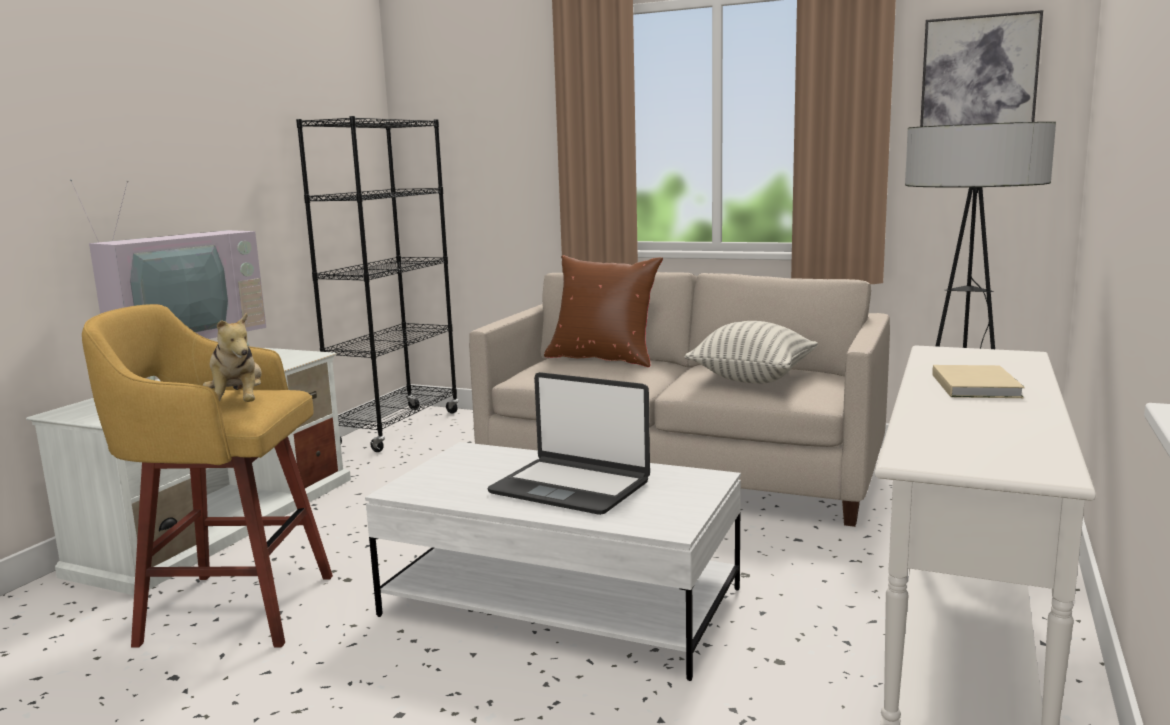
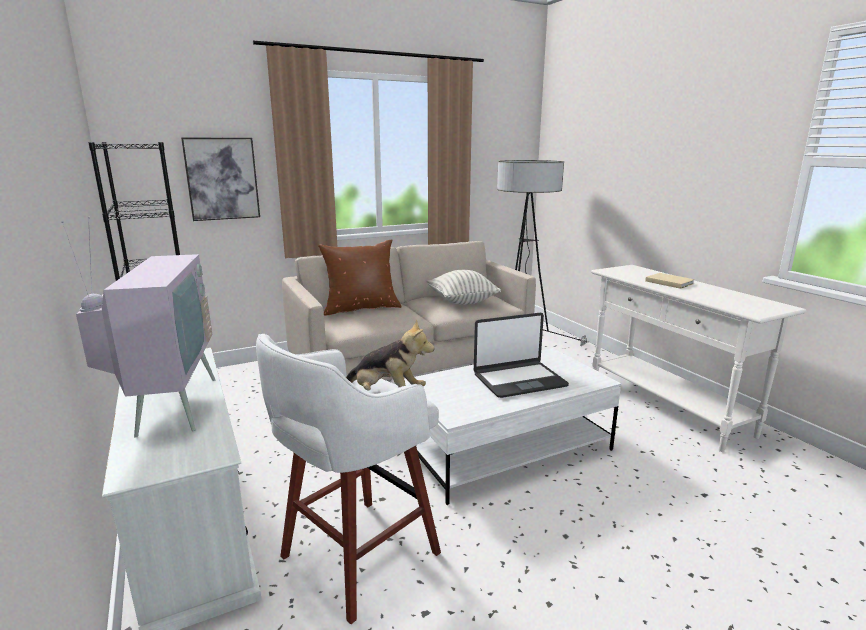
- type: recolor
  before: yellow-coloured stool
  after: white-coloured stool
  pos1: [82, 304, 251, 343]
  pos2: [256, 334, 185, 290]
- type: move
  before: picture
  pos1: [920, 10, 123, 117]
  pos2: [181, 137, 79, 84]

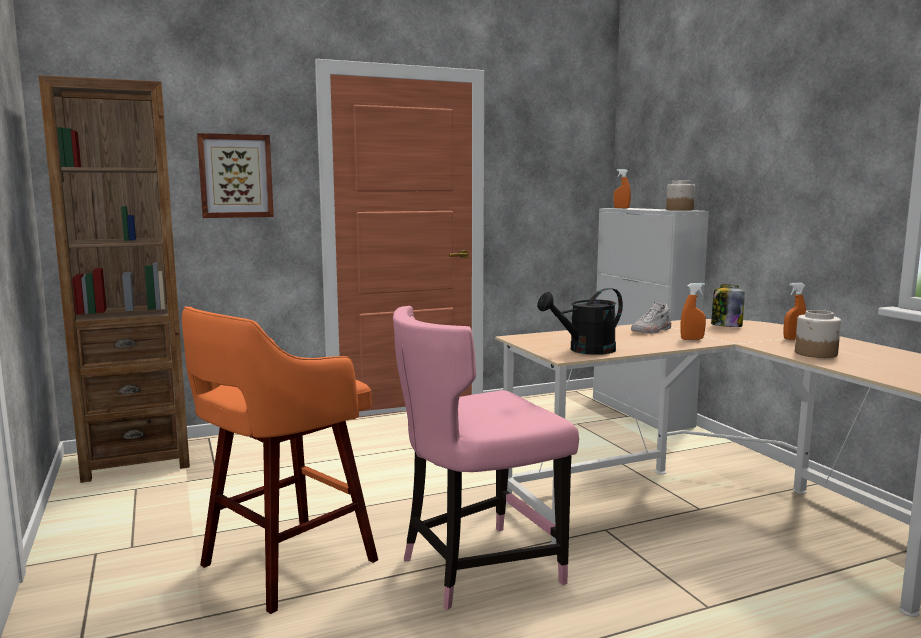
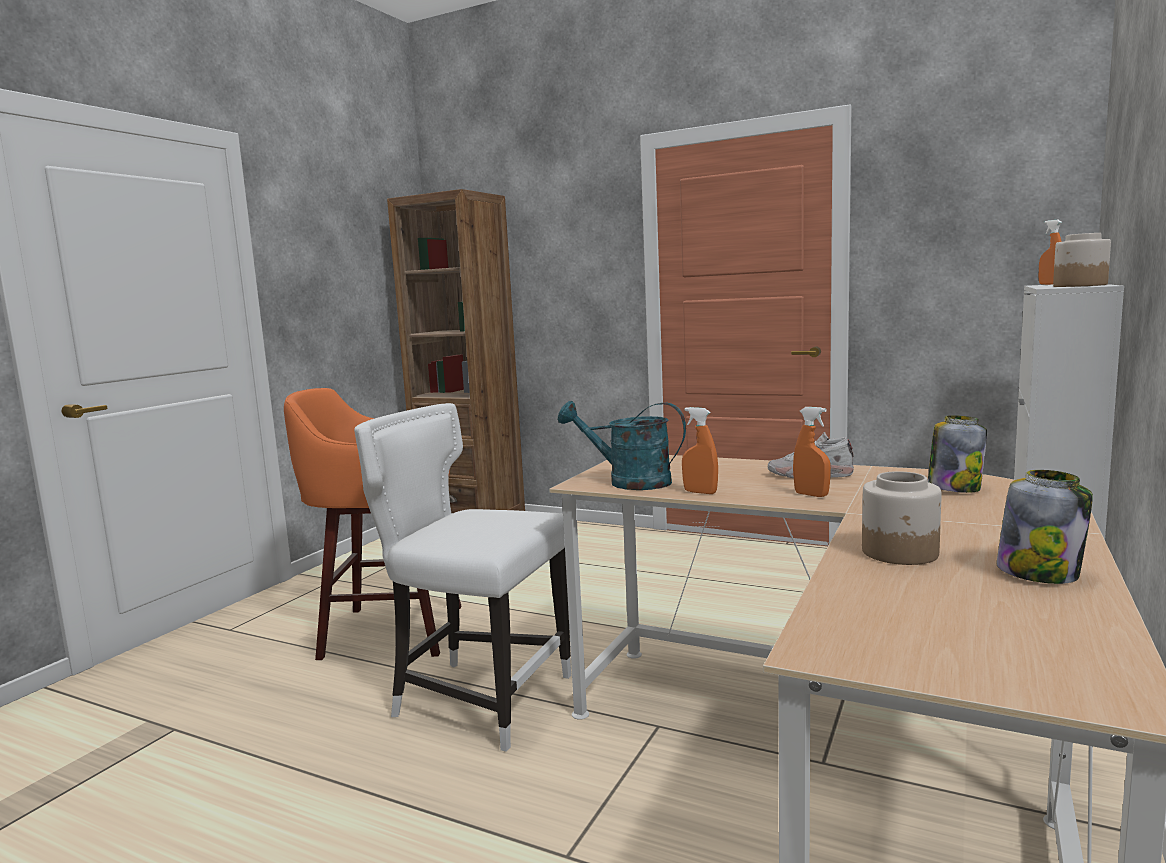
- type: delete
  before: picture
  pos1: [197, 133, 77, 85]
- type: recolor
  before: pink-coloured plain chair
  after: white-coloured plain chair
  pos1: [393, 306, 186, 304]
  pos2: [354, 403, 217, 349]
- type: recolor
  before: black watering pot
  after: turquoise-coloured watering pot
  pos1: [537, 288, 86, 67]
  pos2: [558, 401, 128, 89]
- type: move
  before: orangey sprayer
  pos1: [783, 283, 23, 57]
  pos2: [682, 407, 36, 87]
- type: insert
  after: jar
  pos2: [996, 470, 97, 114]

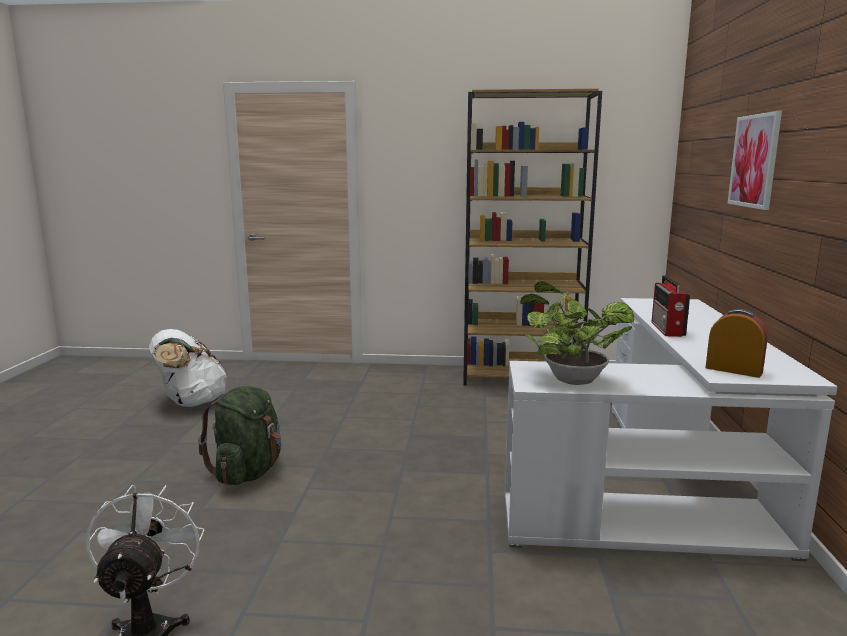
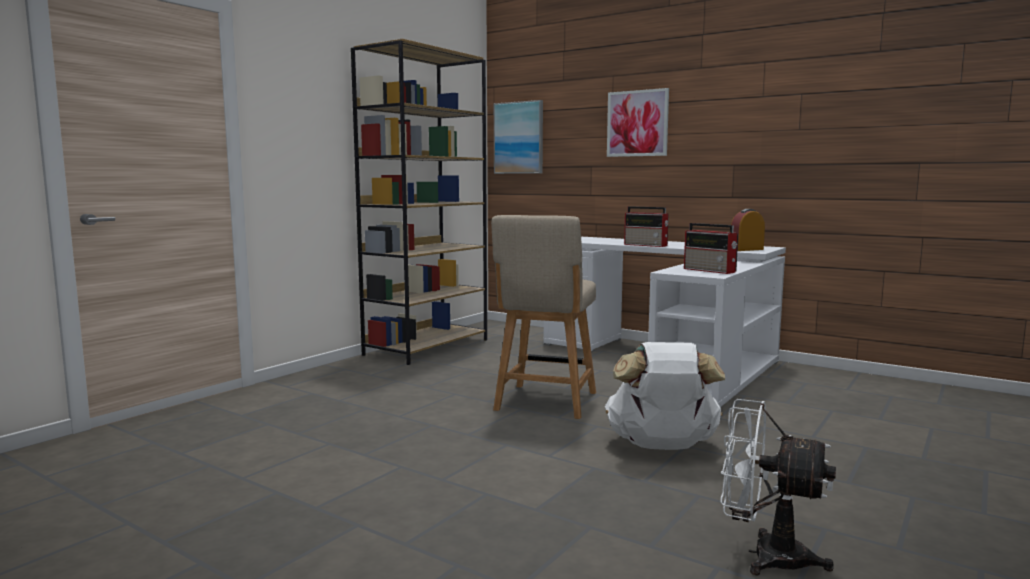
- type: move
  before: white-coloured rucksack
  pos1: [149, 329, 79, 78]
  pos2: [605, 342, 120, 108]
- type: delete
  before: greenish rucksack
  pos1: [198, 386, 84, 99]
- type: replace
  before: houseplant
  after: radio receiver
  pos1: [520, 281, 114, 104]
  pos2: [684, 223, 54, 51]
- type: insert
  after: sand-coloured plain chair
  pos2: [491, 215, 105, 204]
- type: insert
  after: picture
  pos2: [494, 100, 49, 74]

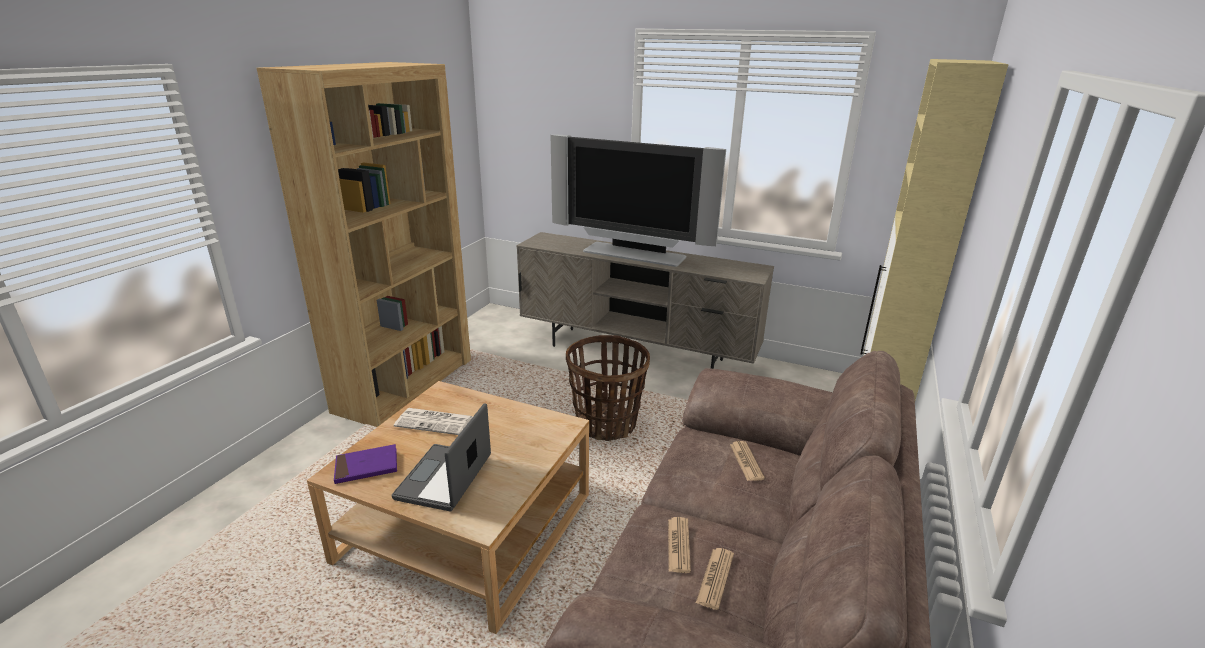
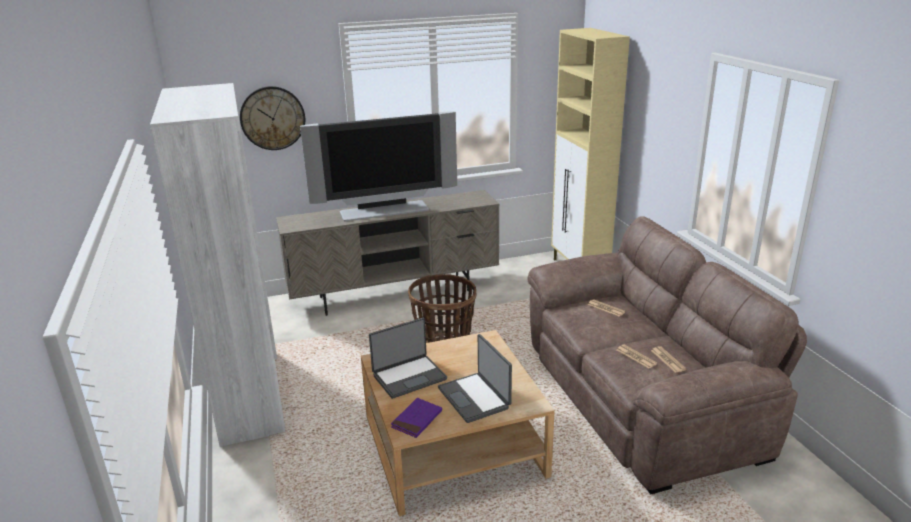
- type: recolor
  before: brown bookshelf
  after: white-coloured bookshelf
  pos1: [256, 62, 215, 365]
  pos2: [150, 83, 136, 364]
- type: replace
  before: daily paper
  after: laptop
  pos1: [394, 408, 79, 27]
  pos2: [369, 318, 78, 81]
- type: insert
  after: hanging clock
  pos2: [240, 86, 65, 64]

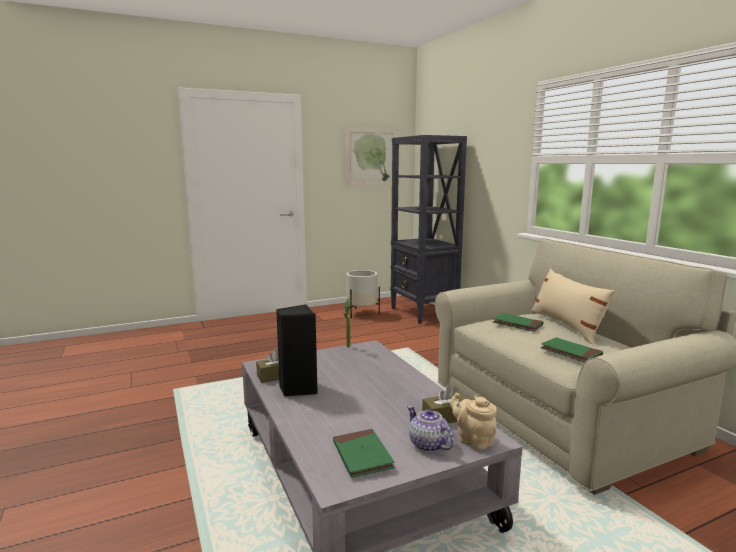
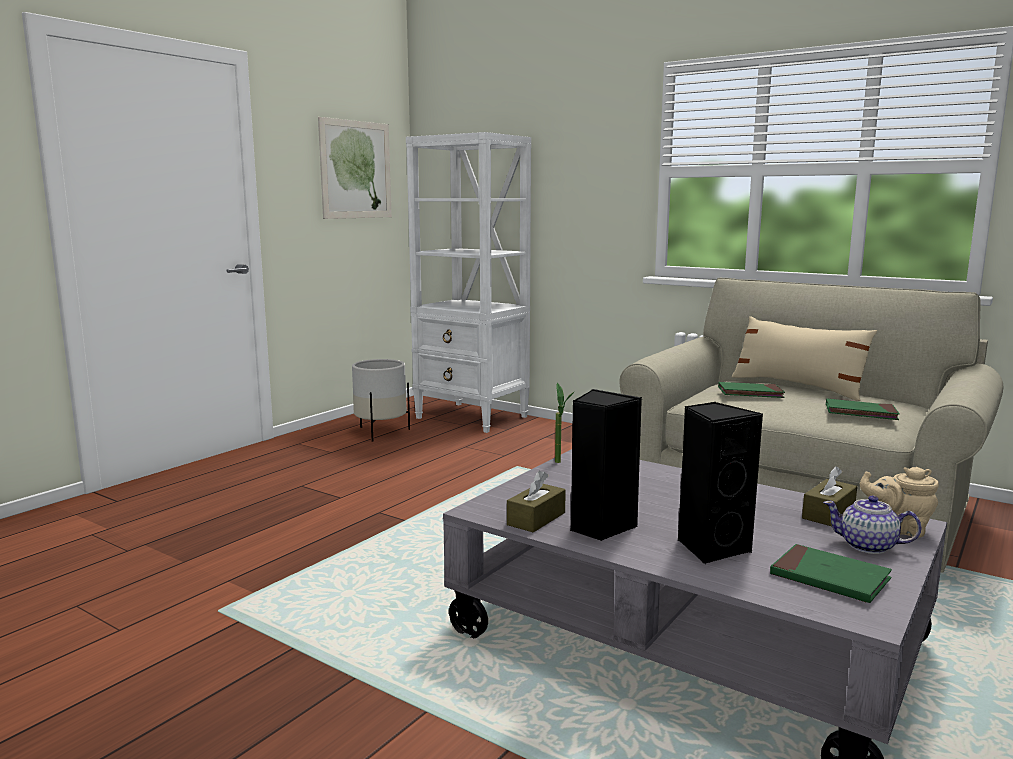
- type: recolor
  before: black bookshelf
  after: white-coloured bookshelf
  pos1: [390, 135, 77, 189]
  pos2: [406, 132, 125, 301]
- type: insert
  after: black speaker
  pos2: [678, 402, 85, 163]

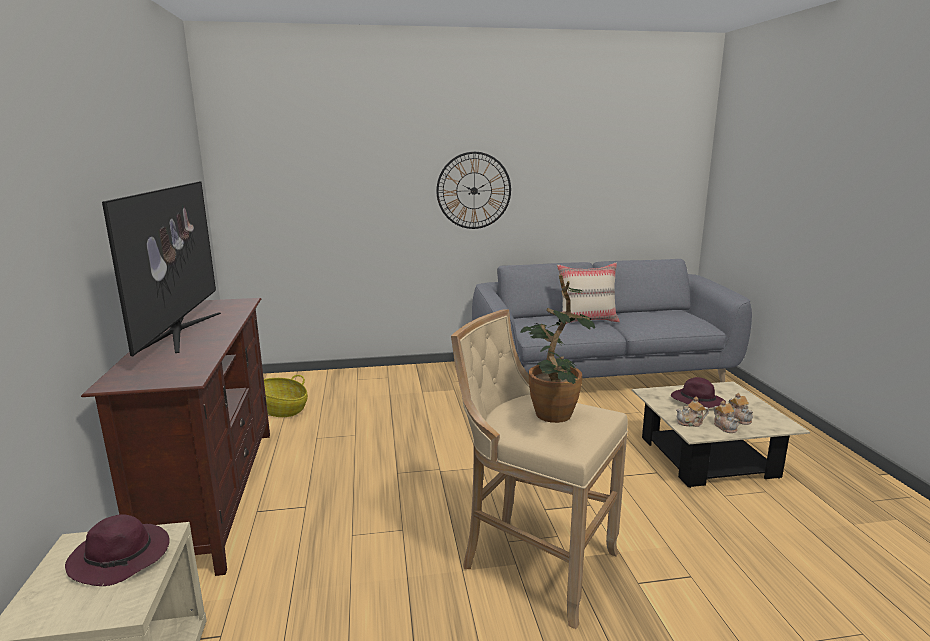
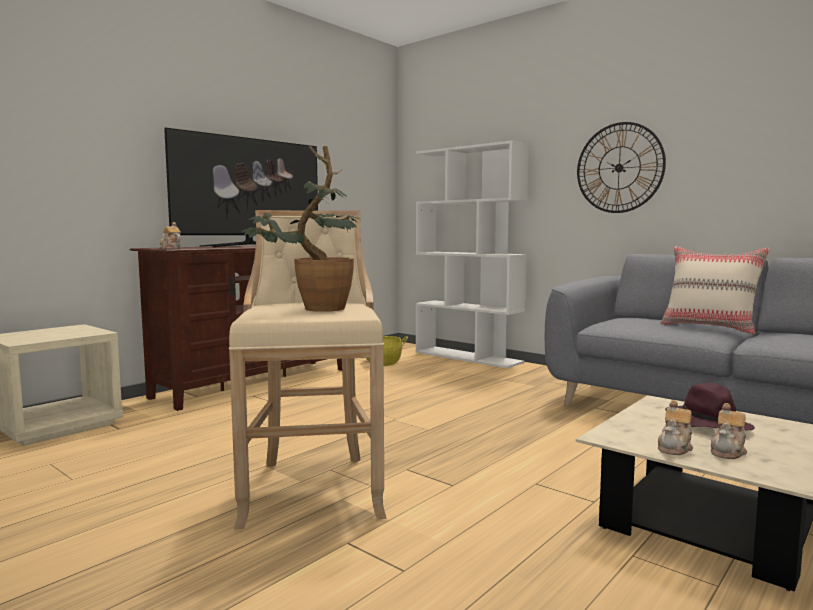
- type: delete
  before: purplish clothing hat
  pos1: [65, 514, 105, 72]
- type: move
  before: tea pot
  pos1: [676, 396, 33, 31]
  pos2: [160, 222, 21, 27]
- type: insert
  after: white-coloured bookshelf
  pos2: [416, 140, 114, 229]

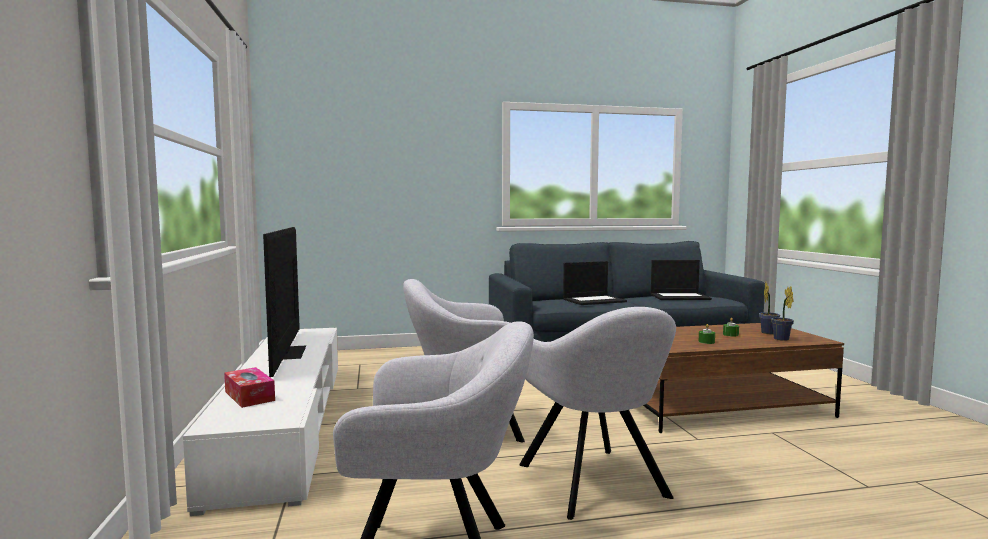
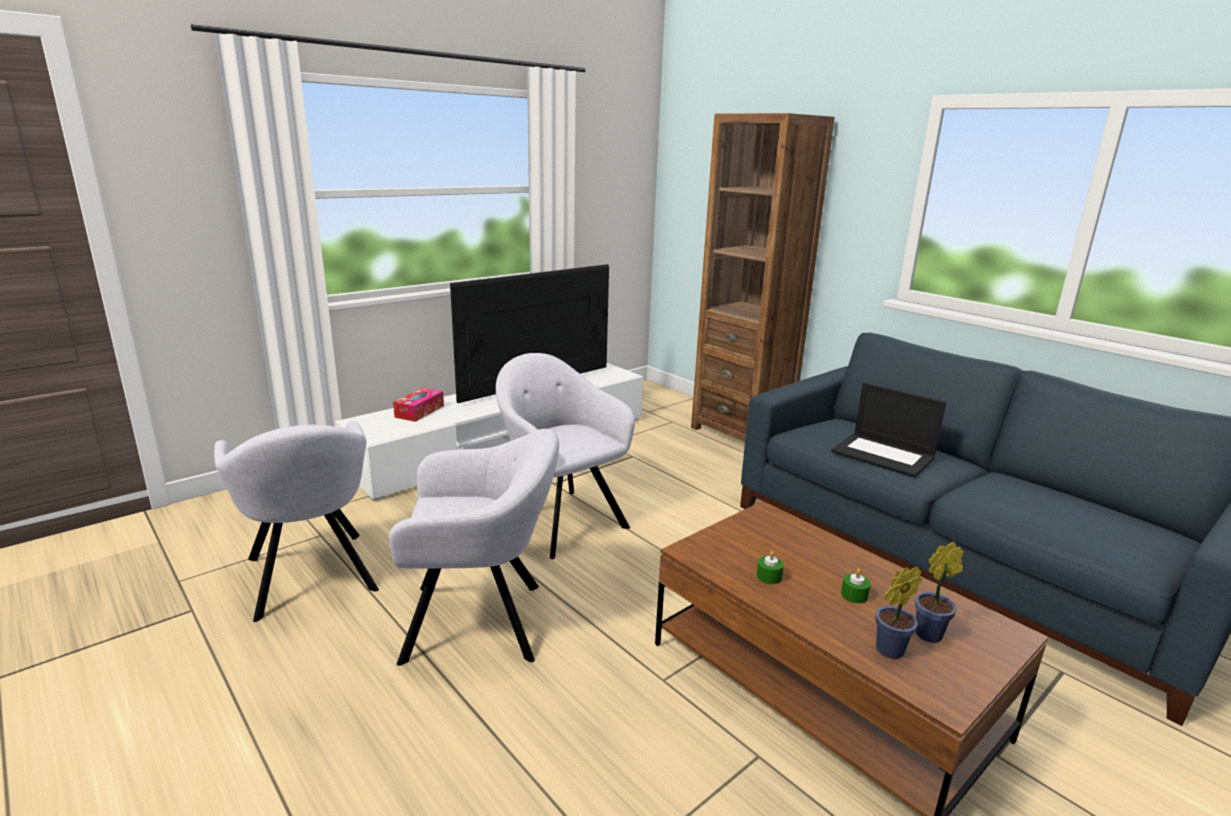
- type: rotate
  before: grey armchair
  pos1: [519, 307, 157, 213]
  pos2: [389, 429, 170, 237]
  turn: -135
- type: delete
  before: laptop
  pos1: [651, 260, 61, 40]
- type: insert
  after: brown bookshelf
  pos2: [691, 113, 144, 329]

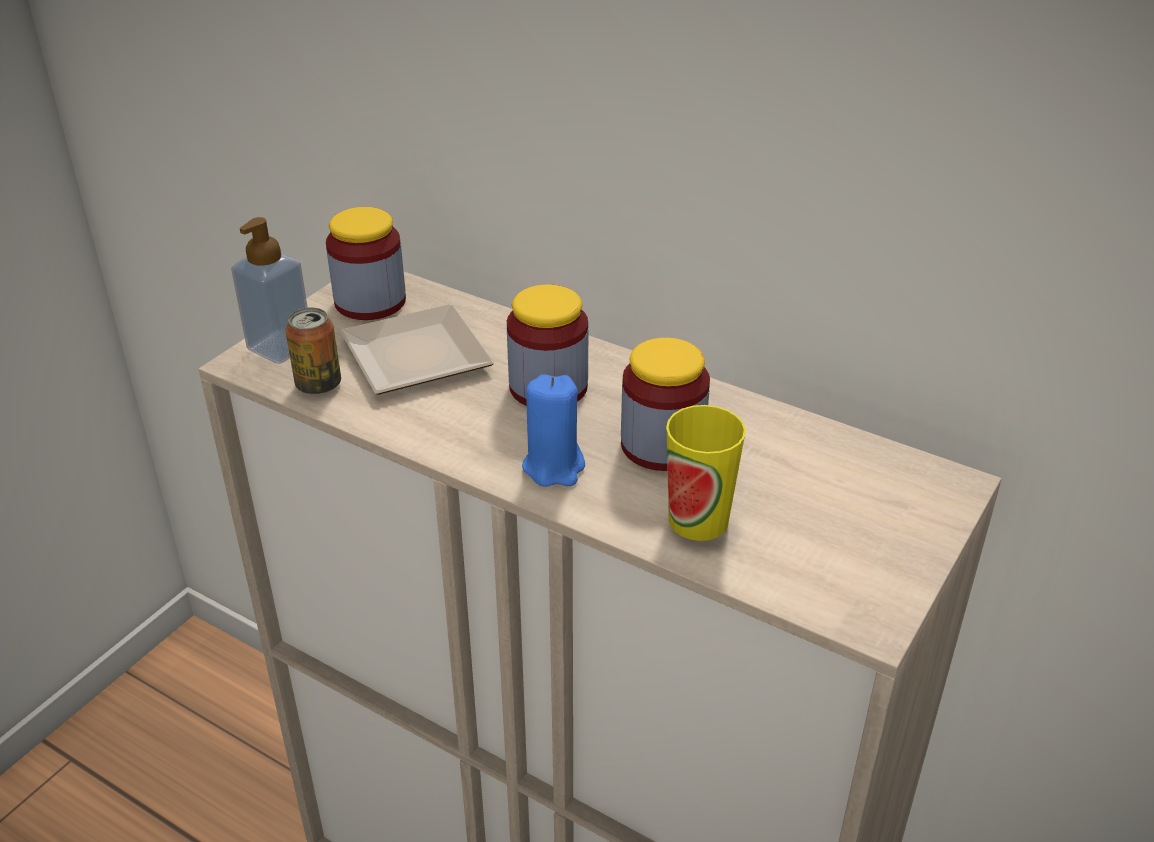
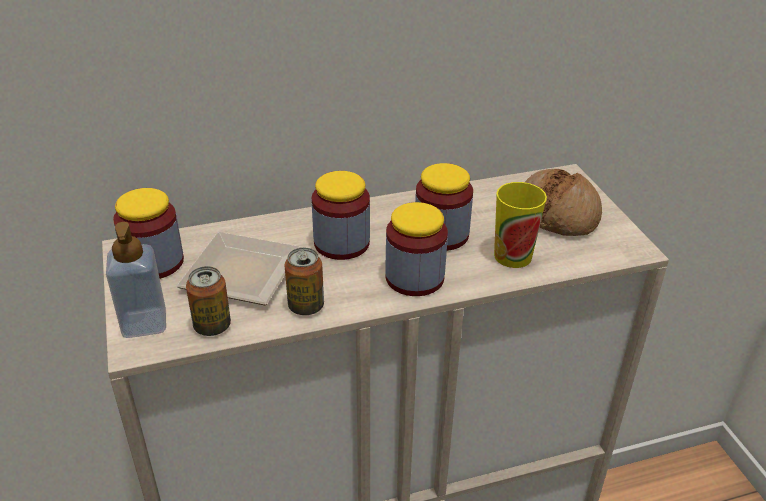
- type: replace
  before: bluish wax candle
  after: jar
  pos1: [522, 375, 63, 112]
  pos2: [385, 202, 63, 94]
- type: insert
  after: can
  pos2: [285, 248, 39, 67]
- type: insert
  after: bread
  pos2: [525, 169, 77, 67]

